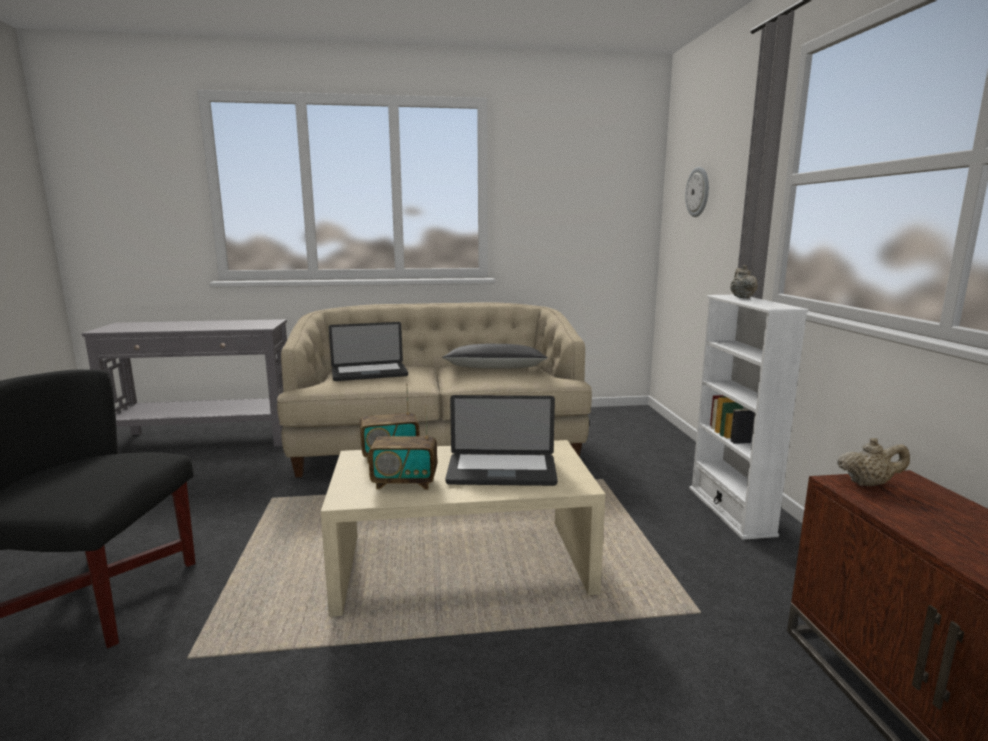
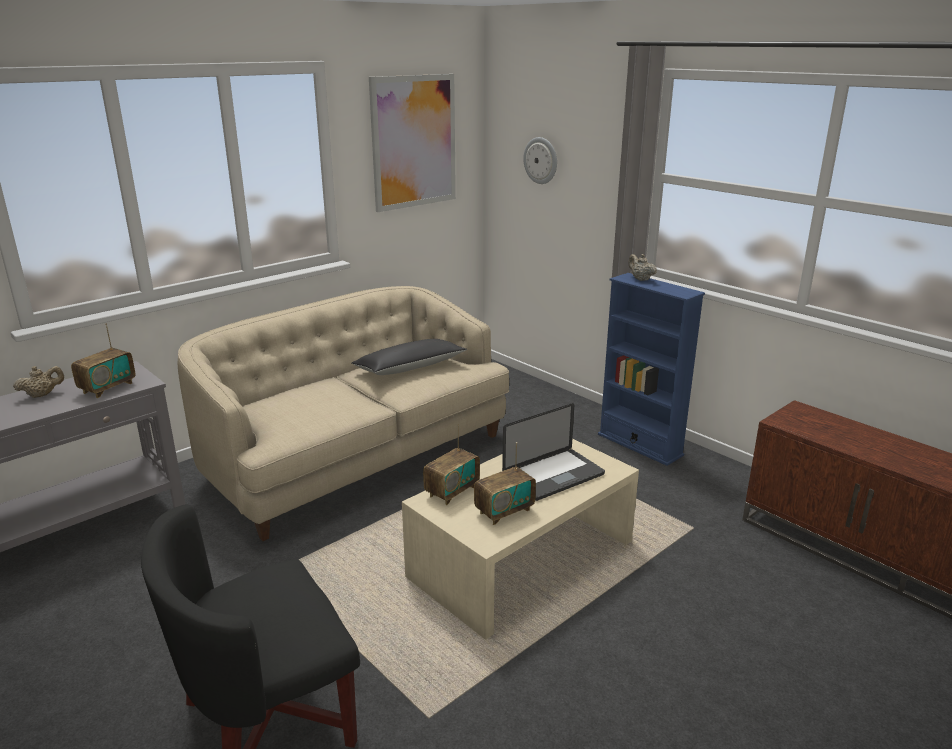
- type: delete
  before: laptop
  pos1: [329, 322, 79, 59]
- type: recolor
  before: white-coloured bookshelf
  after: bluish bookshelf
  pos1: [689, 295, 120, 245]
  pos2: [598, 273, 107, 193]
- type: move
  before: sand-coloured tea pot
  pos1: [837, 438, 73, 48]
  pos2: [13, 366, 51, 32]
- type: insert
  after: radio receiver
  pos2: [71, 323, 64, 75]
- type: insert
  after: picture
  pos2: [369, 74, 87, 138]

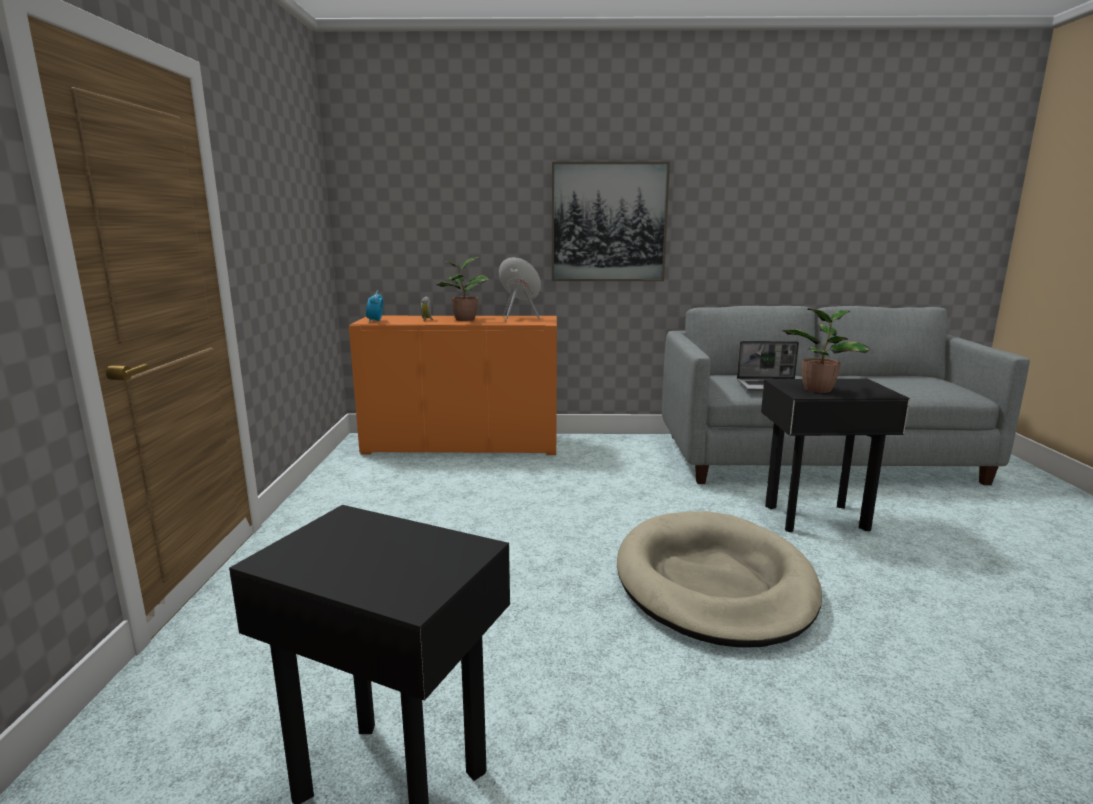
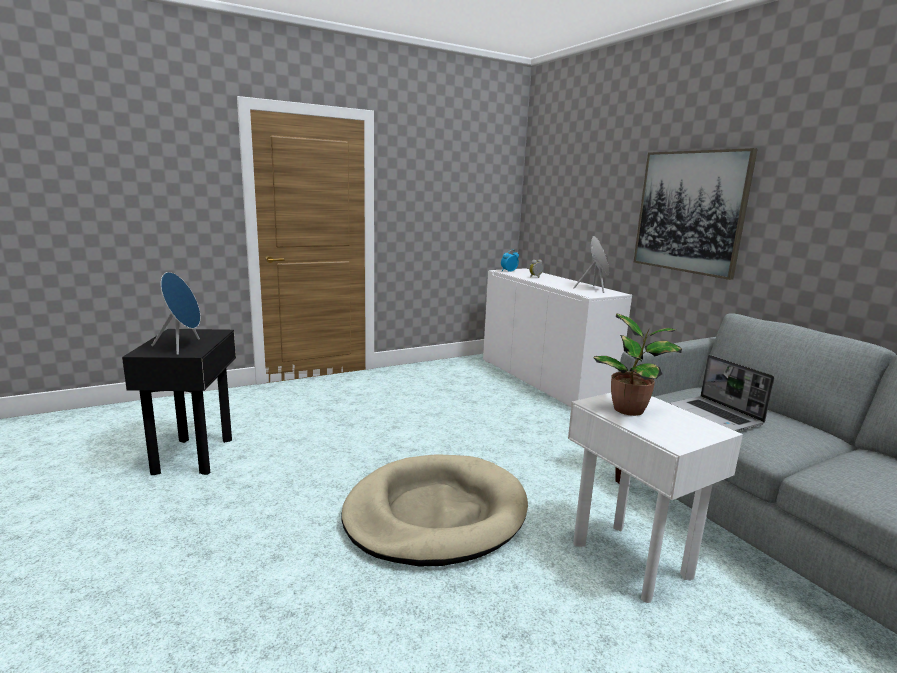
- type: recolor
  before: orangey storage cabinet
  after: white-coloured storage cabinet
  pos1: [349, 316, 208, 139]
  pos2: [483, 268, 149, 139]
- type: delete
  before: houseplant
  pos1: [437, 257, 52, 64]
- type: recolor
  before: black accent table
  after: white-coloured accent table
  pos1: [761, 379, 149, 153]
  pos2: [568, 393, 175, 210]
- type: insert
  after: bluish speaker
  pos2: [151, 272, 49, 83]

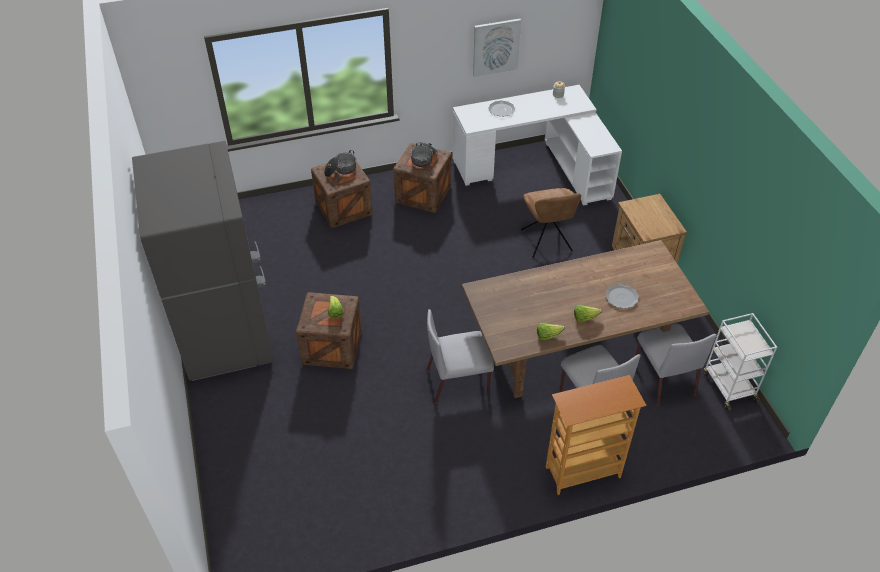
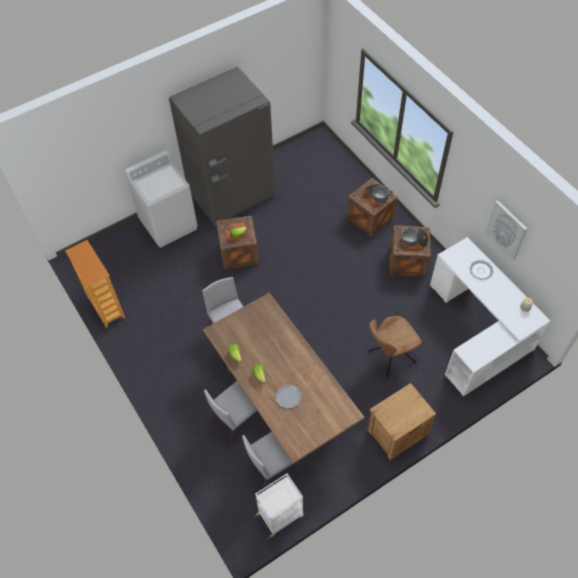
- type: move
  before: bookshelf
  pos1: [546, 375, 100, 120]
  pos2: [65, 240, 60, 88]
- type: insert
  after: white-coloured laundry appliance
  pos2: [124, 150, 74, 98]

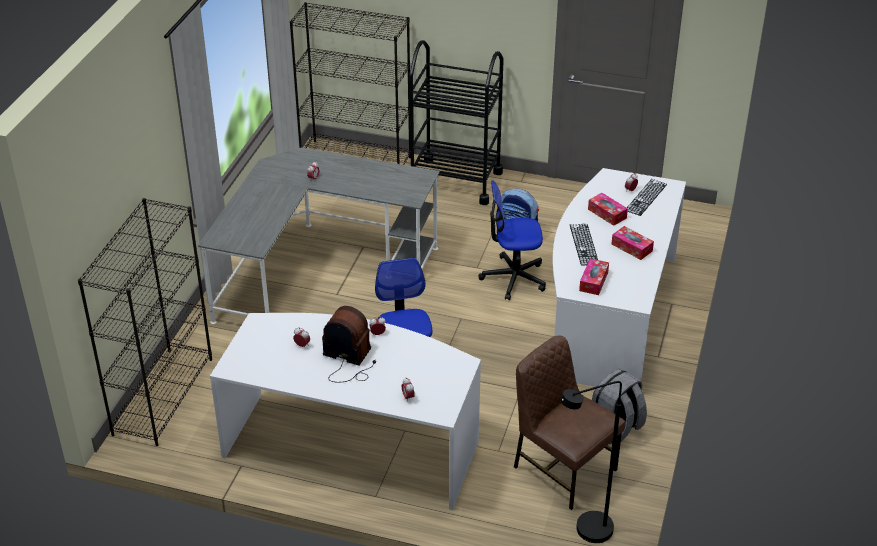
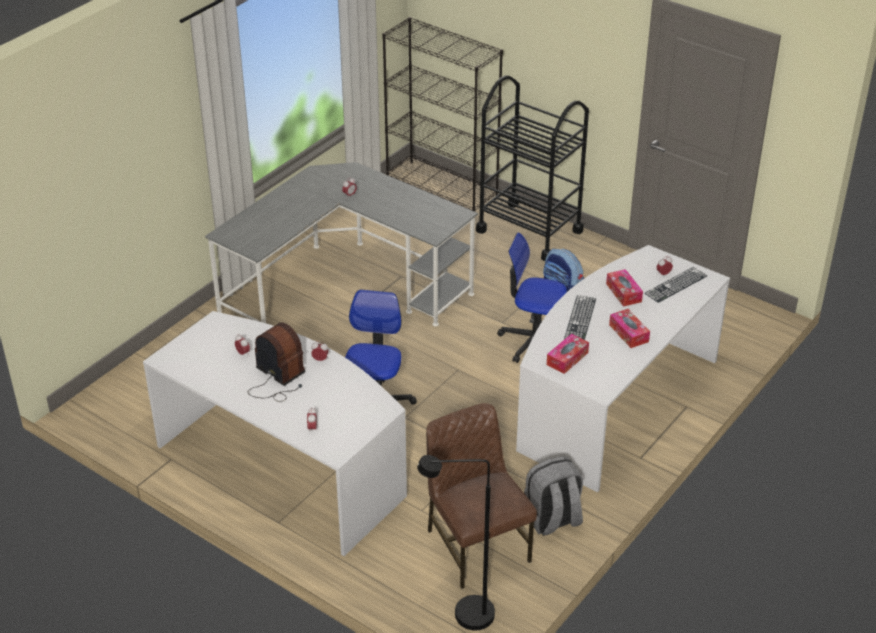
- type: delete
  before: black bookshelf
  pos1: [78, 198, 134, 248]

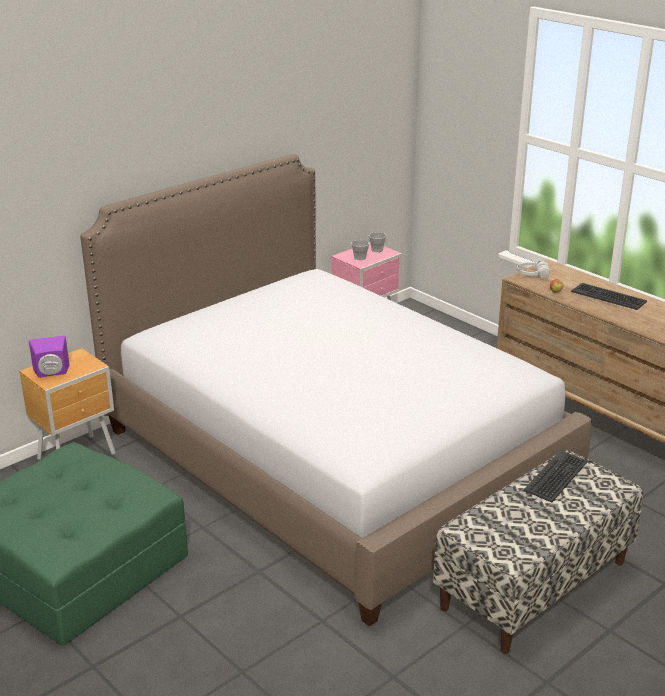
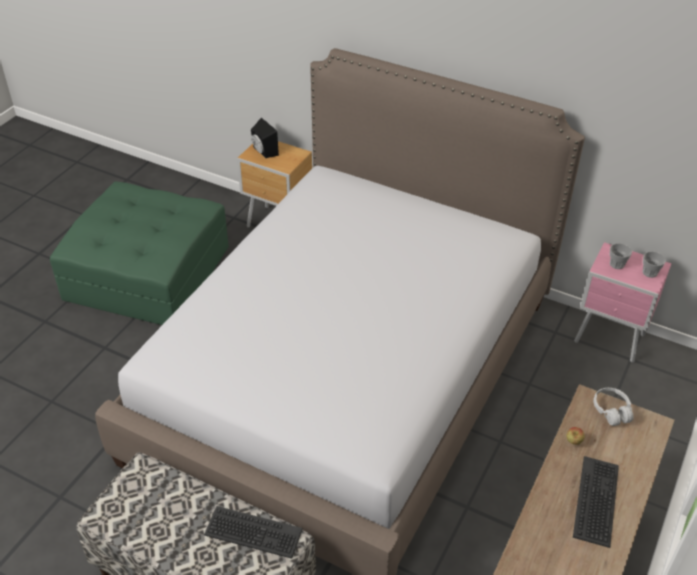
- type: recolor
  before: purplish speaker
  after: black speaker
  pos1: [29, 336, 40, 42]
  pos2: [251, 118, 28, 40]

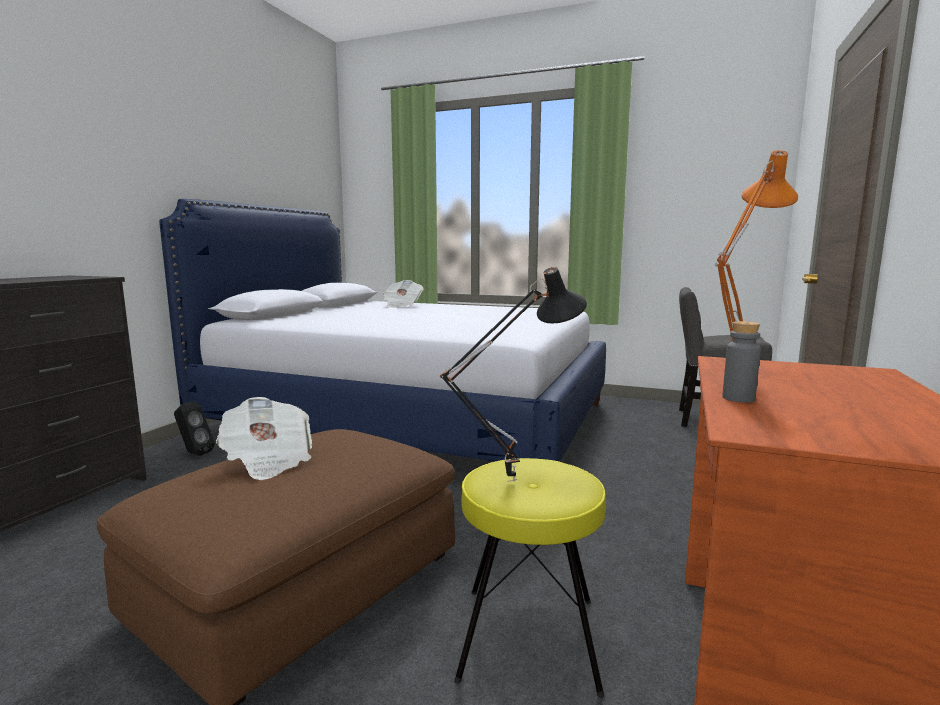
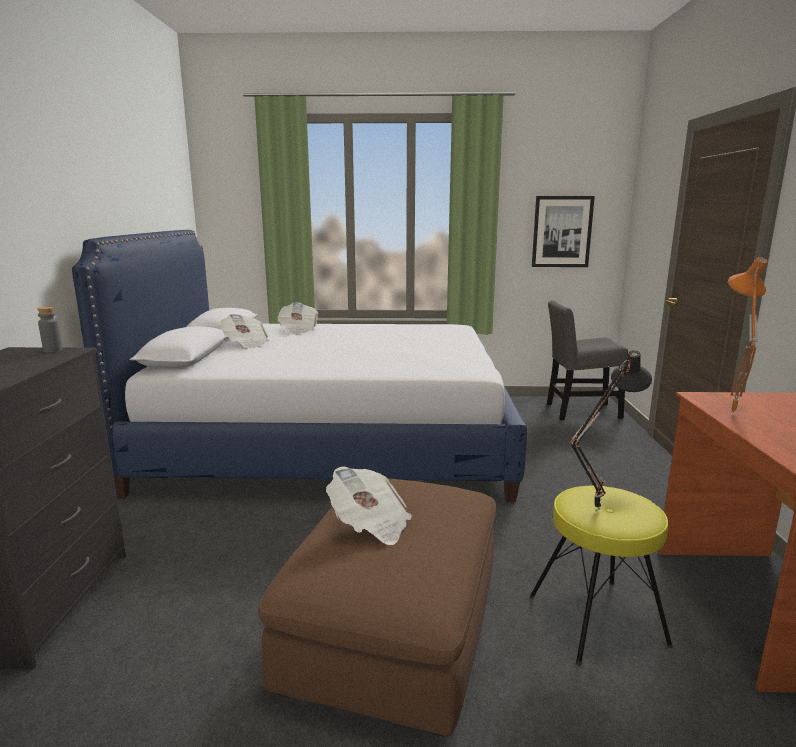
- type: delete
  before: black speaker
  pos1: [174, 401, 41, 55]
- type: move
  before: grey bottle
  pos1: [722, 321, 39, 82]
  pos2: [38, 307, 24, 46]
- type: insert
  after: daily paper
  pos2: [220, 314, 49, 35]
- type: insert
  after: picture
  pos2: [532, 196, 63, 71]

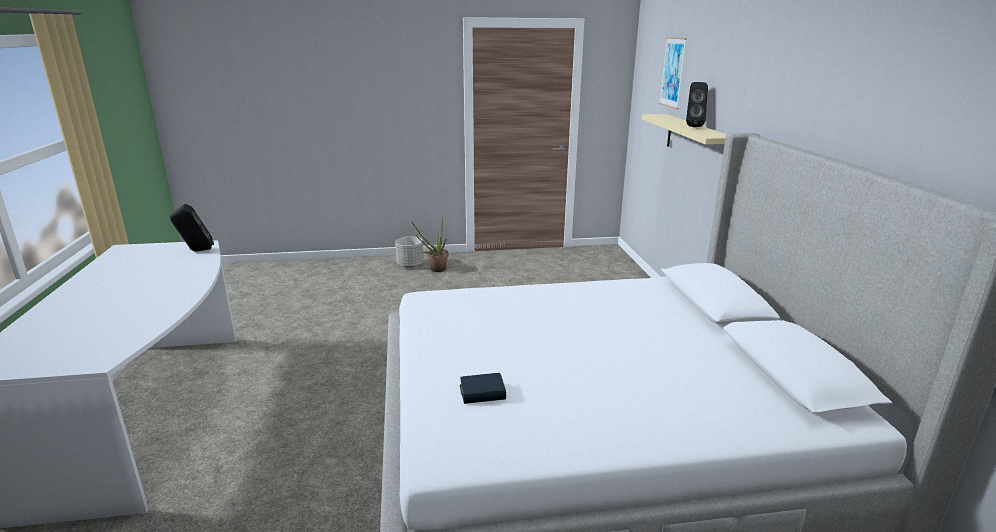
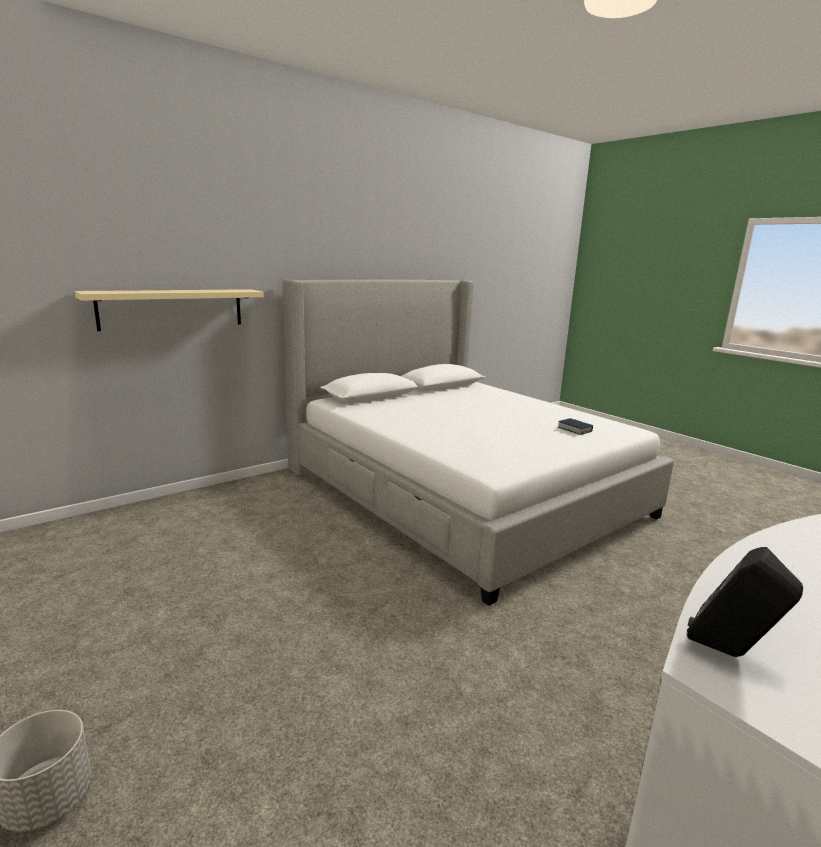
- type: delete
  before: houseplant
  pos1: [412, 217, 37, 55]
- type: delete
  before: picture
  pos1: [659, 37, 28, 72]
- type: delete
  before: black speaker
  pos1: [686, 82, 22, 45]

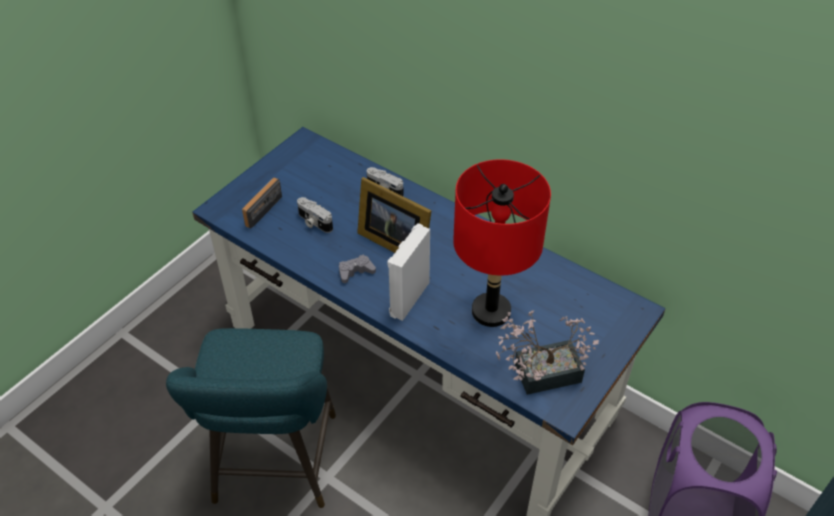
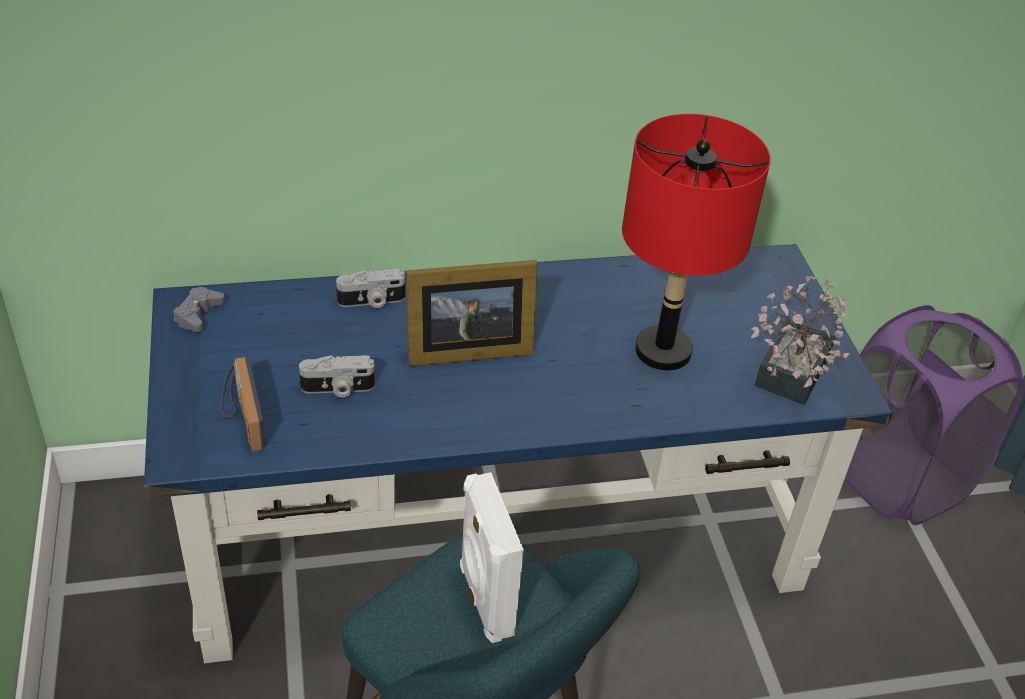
- type: move
  before: grey game controller
  pos1: [339, 255, 37, 28]
  pos2: [173, 287, 52, 45]
- type: move
  before: white-coloured speaker
  pos1: [387, 223, 43, 98]
  pos2: [460, 472, 64, 171]

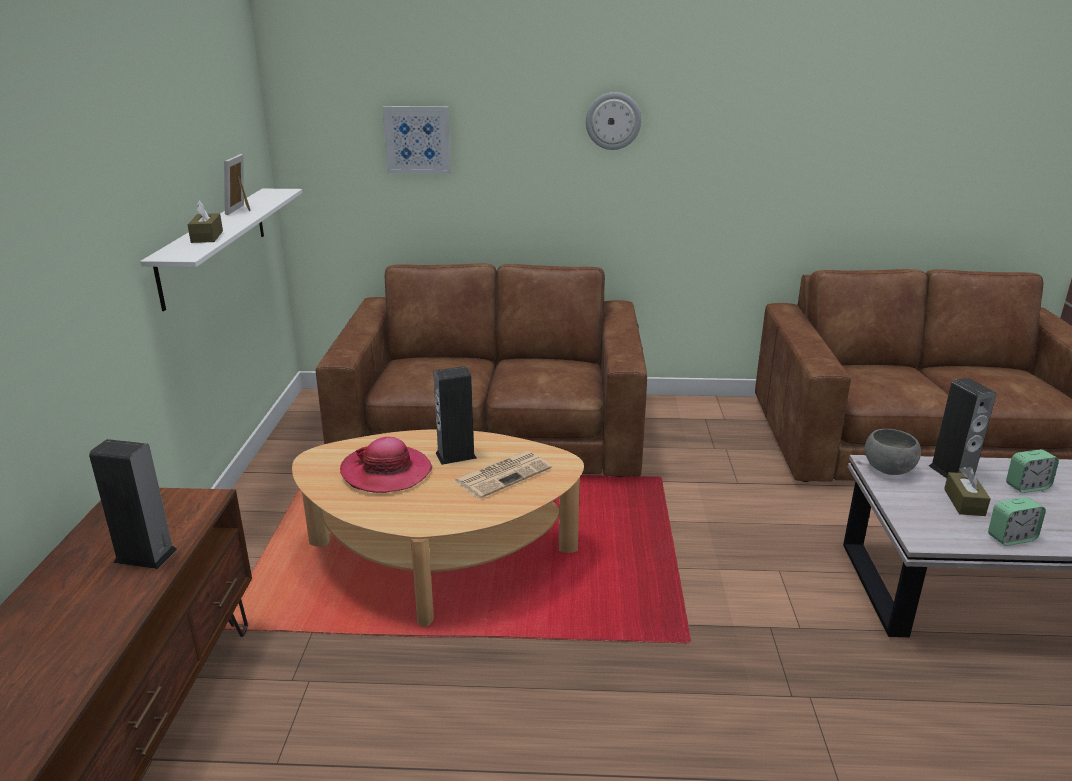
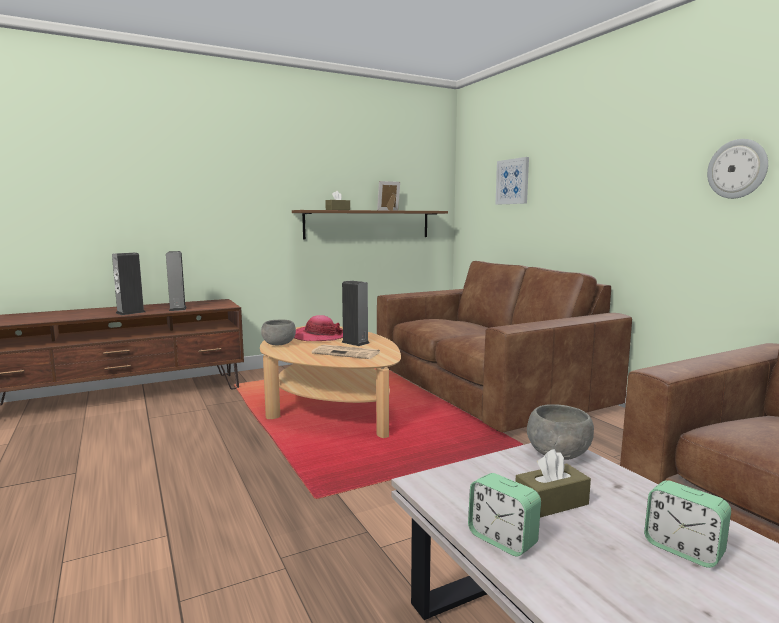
- type: recolor
  before: white-coloured wall shelf
  after: brown wall shelf
  pos1: [140, 189, 163, 122]
  pos2: [292, 210, 156, 30]
- type: move
  before: hanging clock
  pos1: [586, 92, 55, 58]
  pos2: [707, 139, 61, 60]
- type: move
  before: speaker
  pos1: [929, 378, 67, 100]
  pos2: [112, 253, 33, 62]
- type: insert
  after: grey bowl
  pos2: [261, 320, 35, 25]

